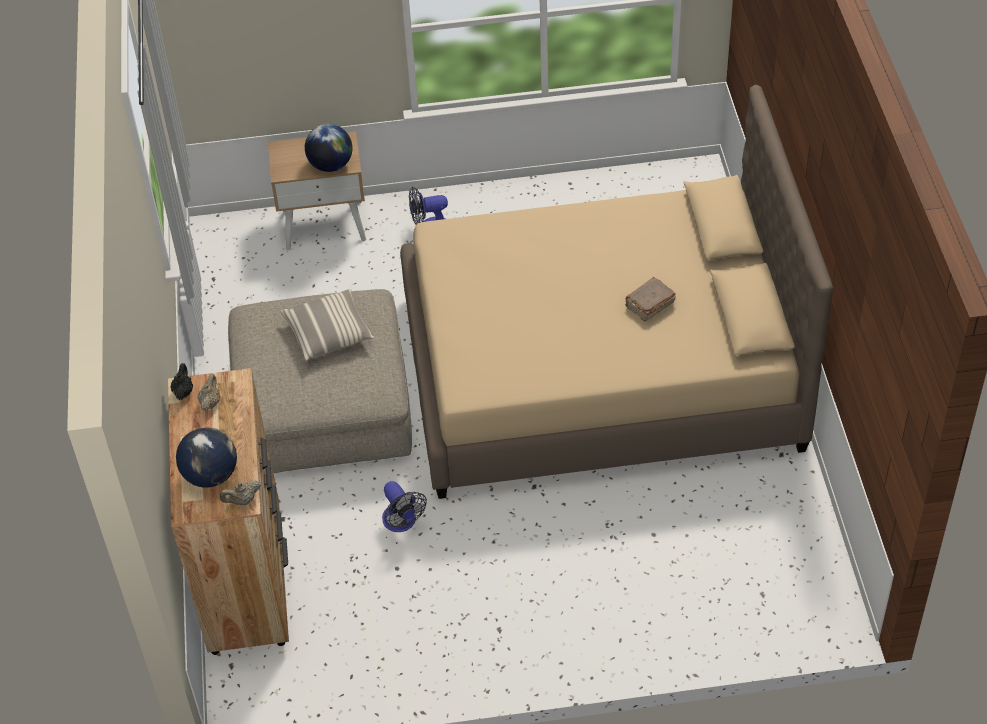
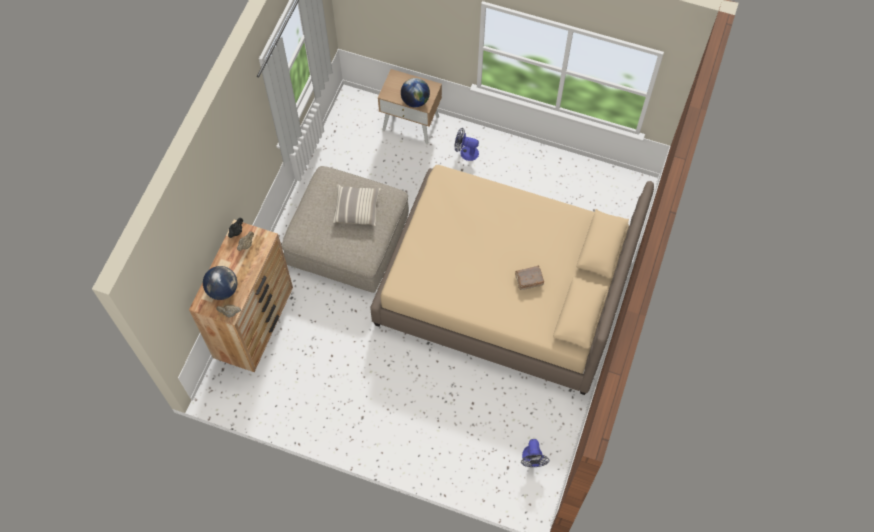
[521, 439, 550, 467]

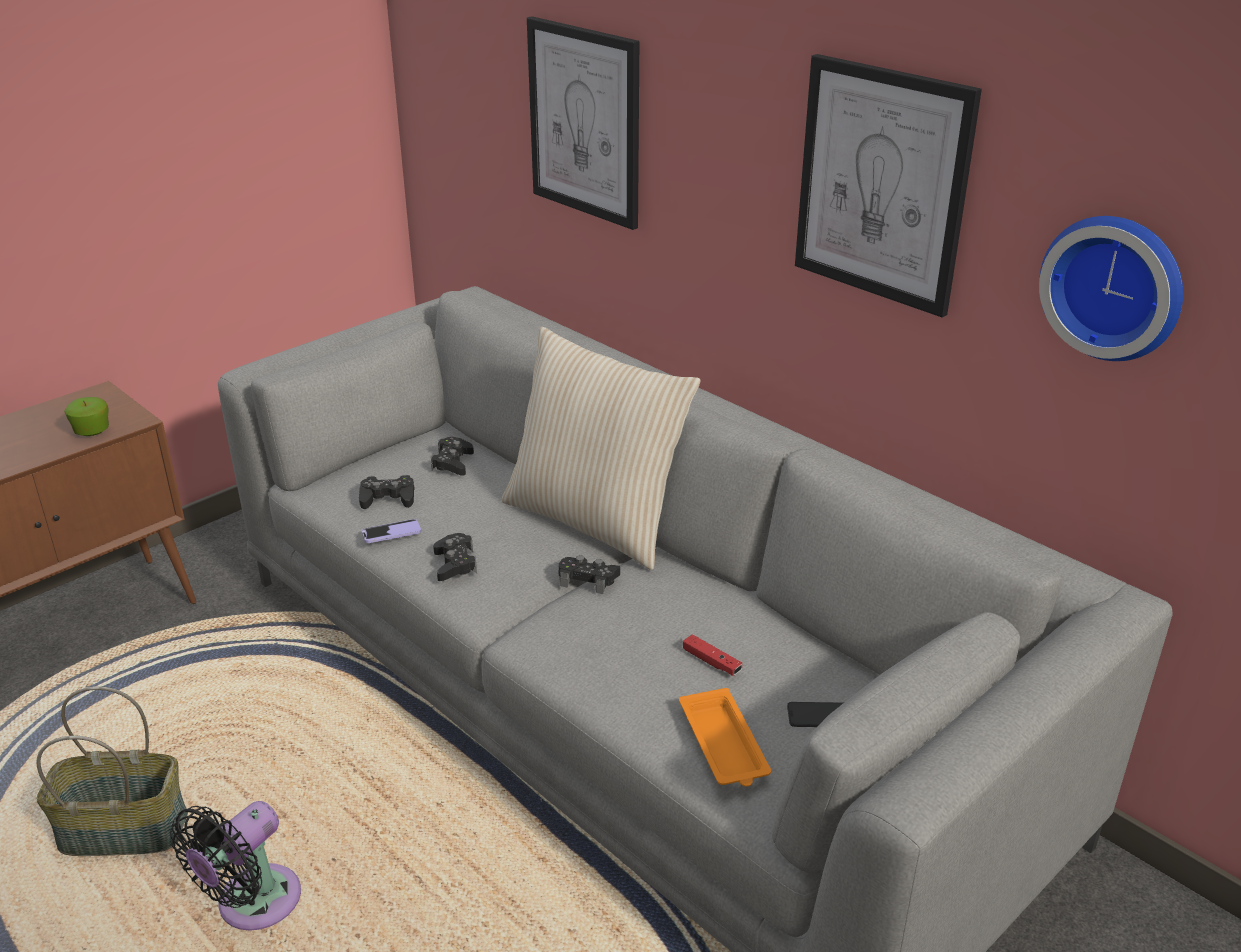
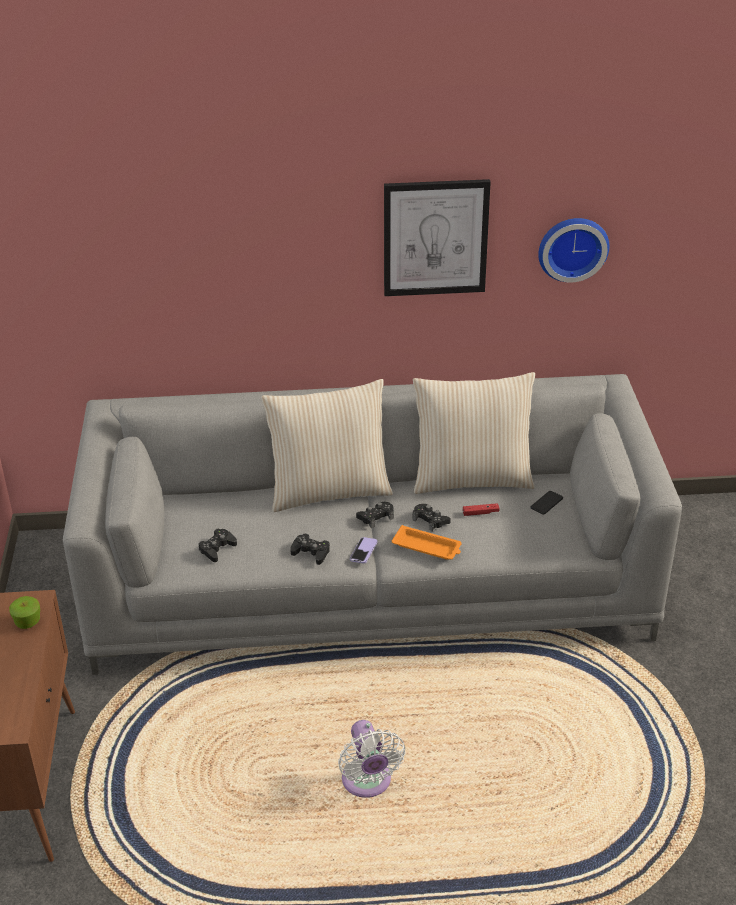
[36, 686, 188, 856] (first image)
[527, 16, 639, 230] (first image)
[413, 372, 535, 494]
[350, 537, 377, 563]
[412, 504, 451, 532]
[392, 525, 462, 560]
[338, 720, 406, 798]

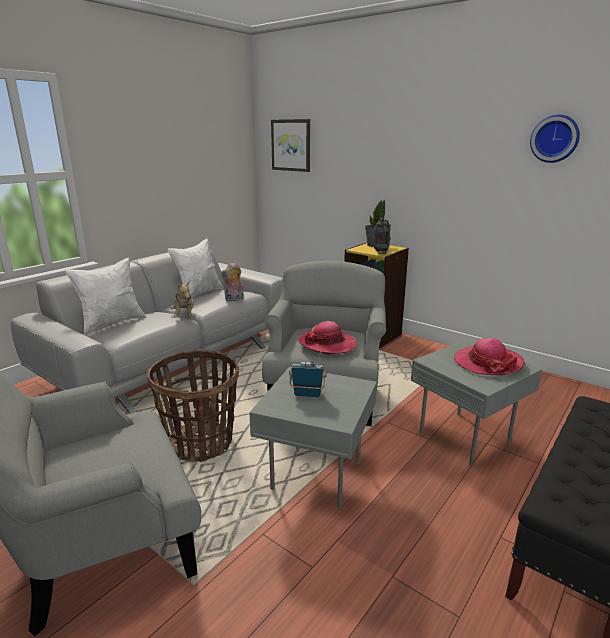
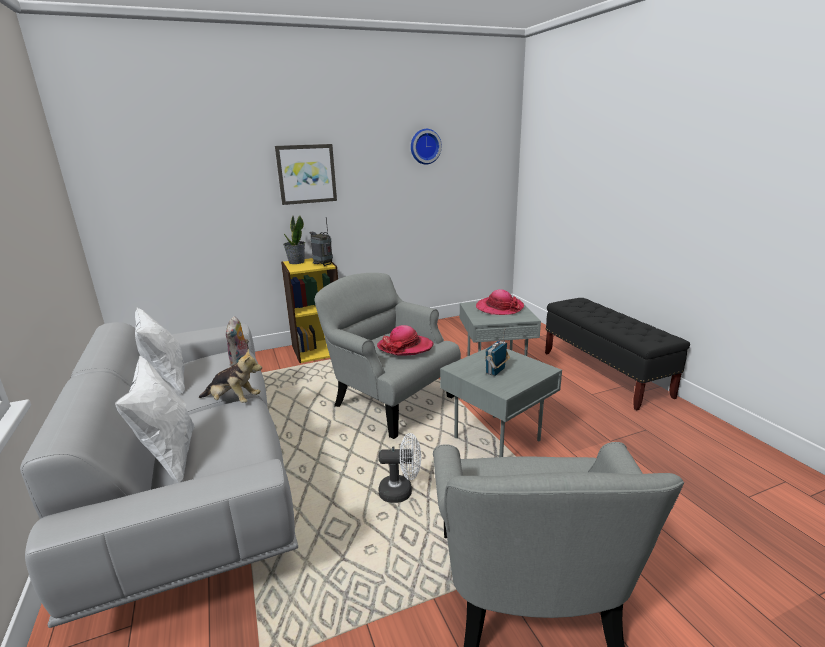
[275, 144, 337, 205]
[379, 433, 421, 503]

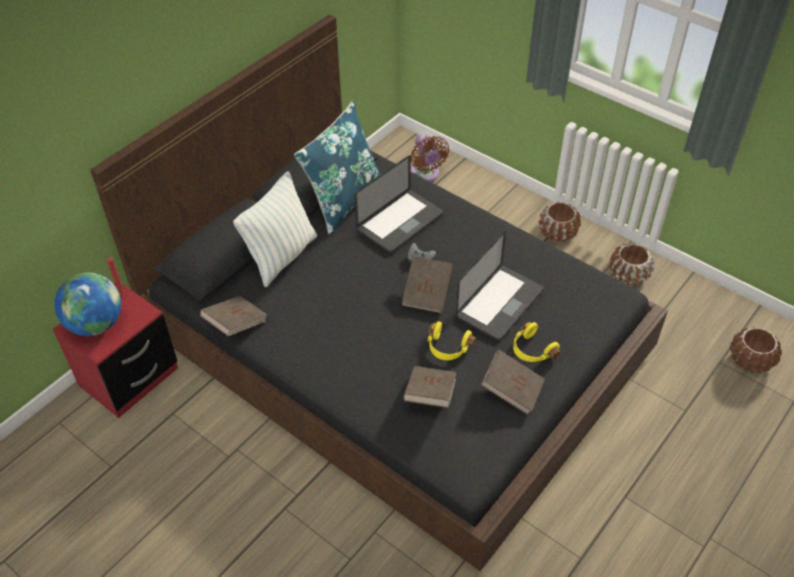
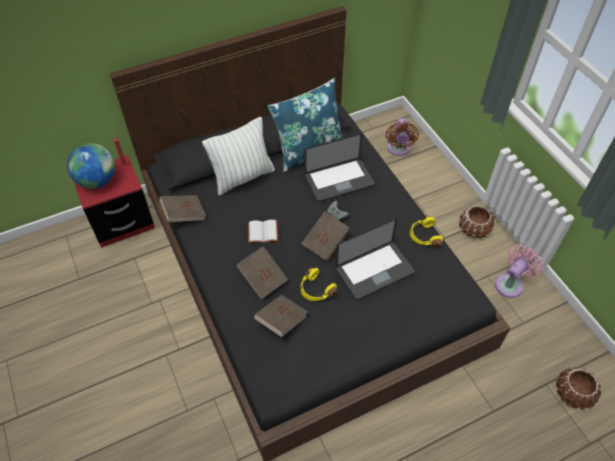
[248, 220, 278, 243]
[236, 246, 288, 299]
[410, 216, 443, 248]
[495, 244, 543, 298]

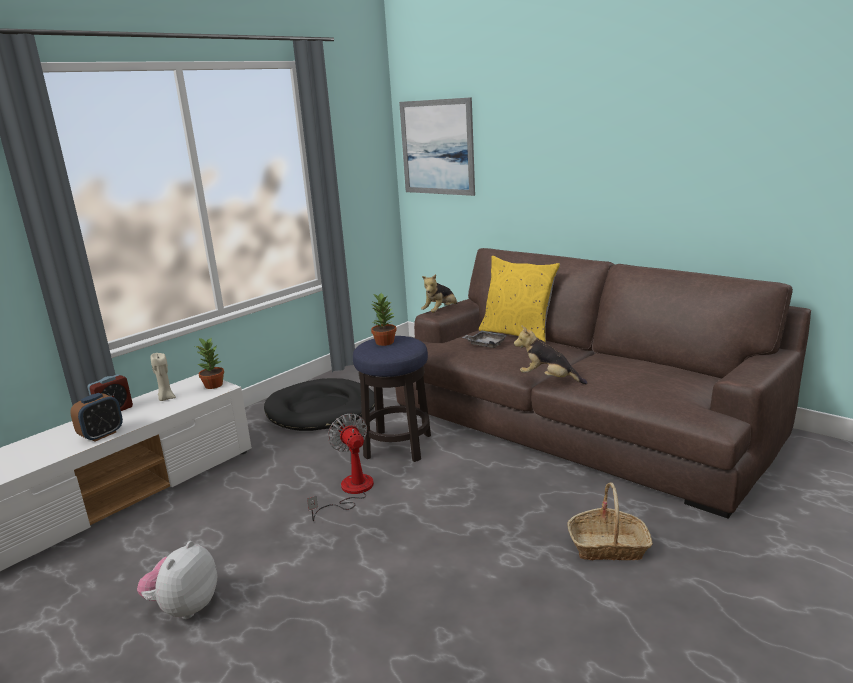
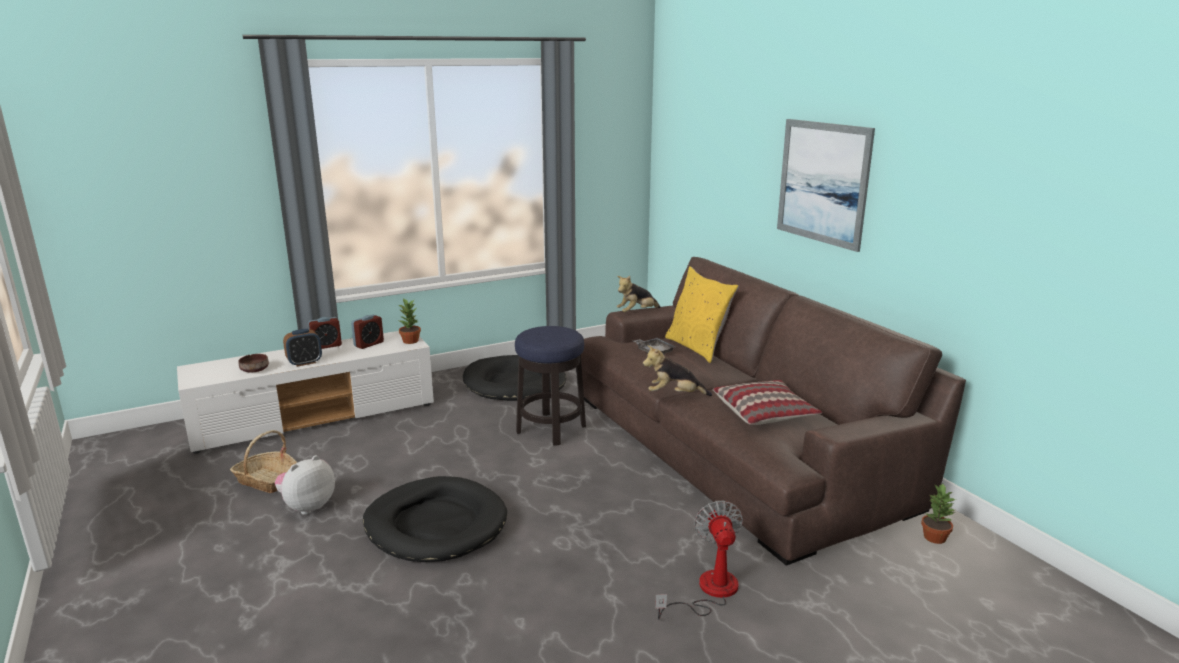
[238, 354, 269, 373]
[363, 476, 507, 562]
[712, 380, 822, 425]
[655, 500, 743, 619]
[921, 484, 957, 544]
[777, 119, 875, 252]
[230, 430, 297, 493]
[351, 315, 384, 349]
[643, 345, 712, 396]

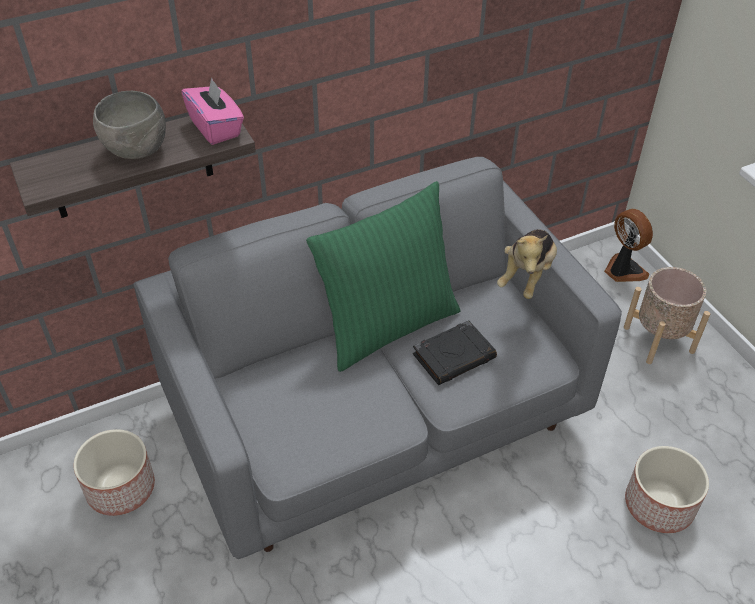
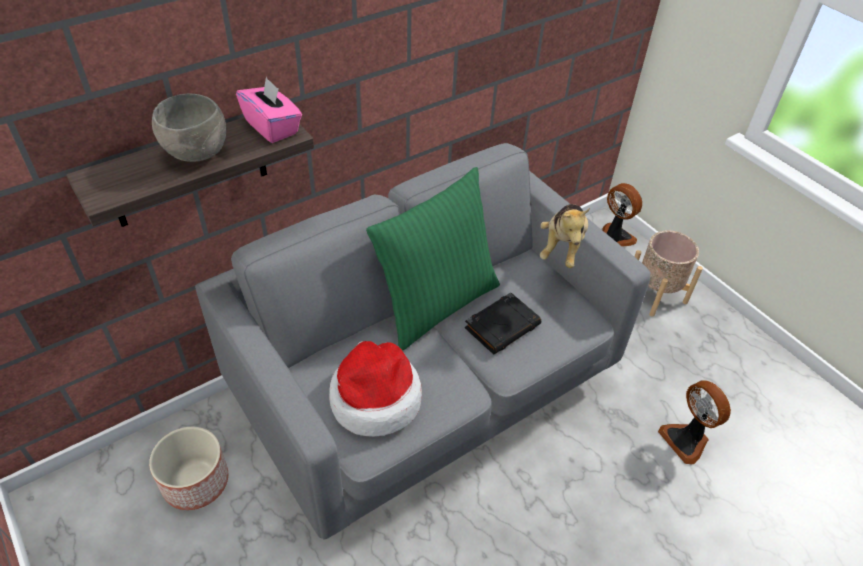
[329, 341, 422, 437]
[658, 380, 731, 464]

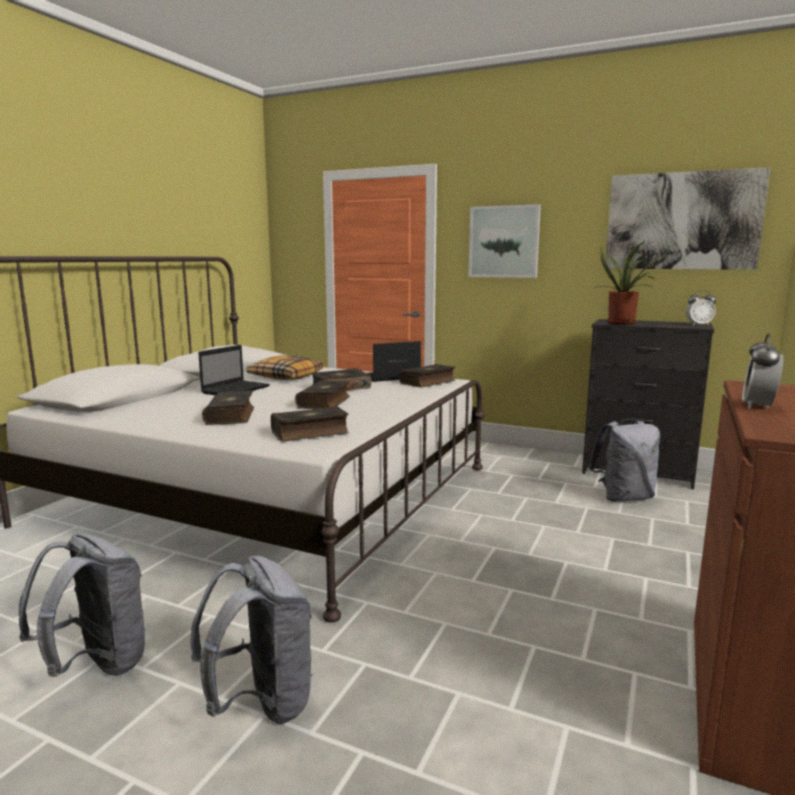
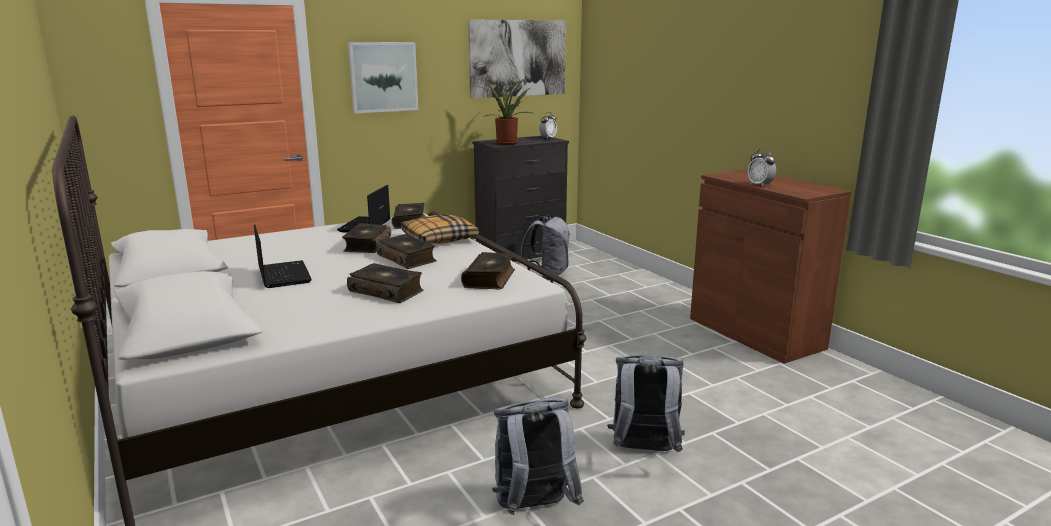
[401, 214, 479, 244]

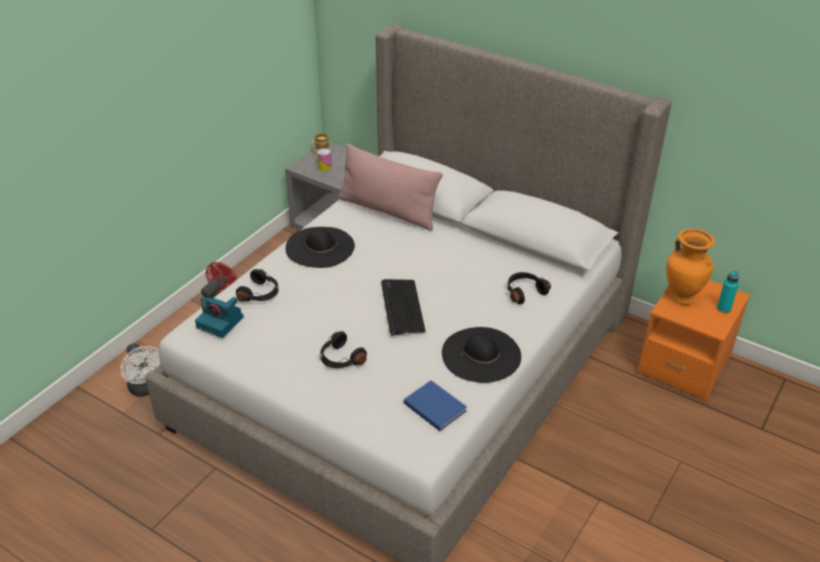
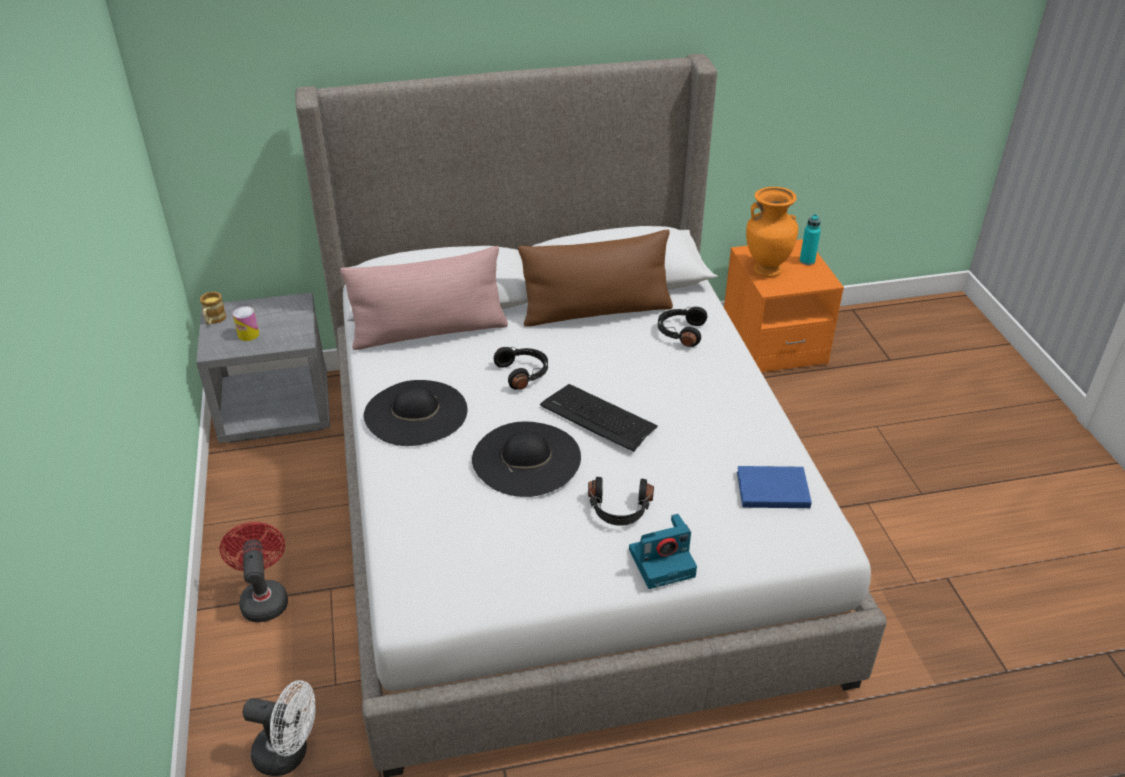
[518, 229, 673, 327]
[629, 514, 697, 589]
[494, 347, 548, 389]
[472, 422, 581, 497]

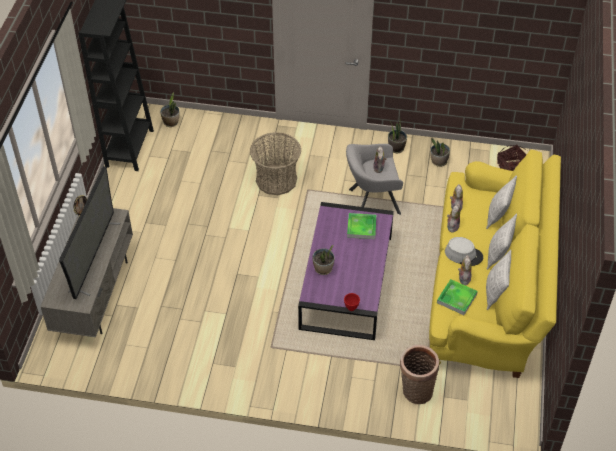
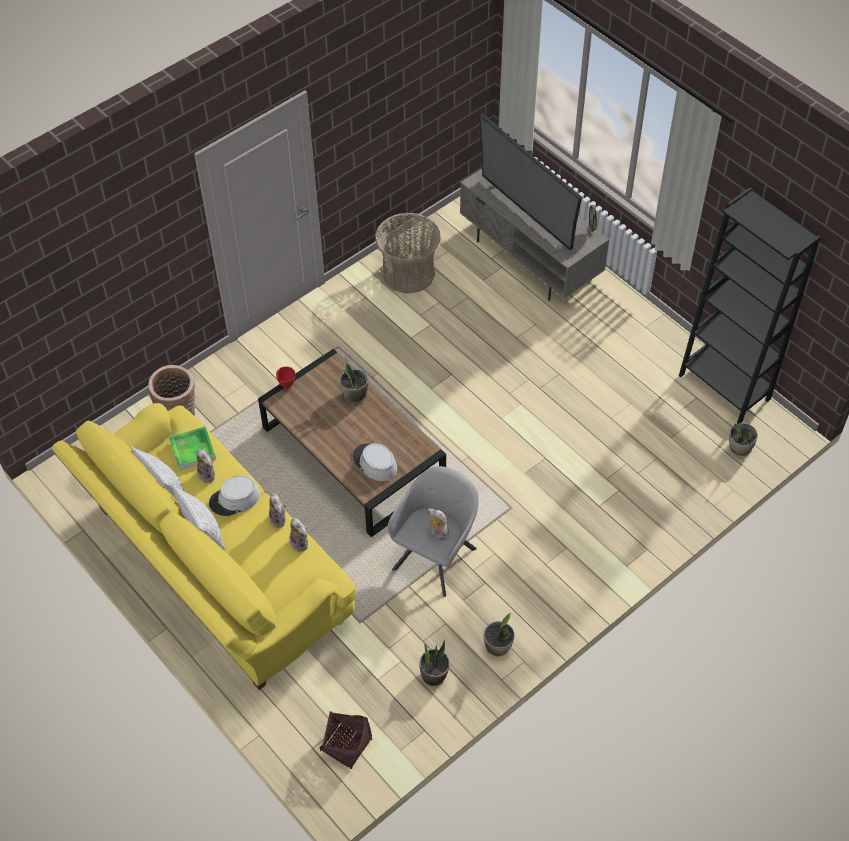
[486, 175, 517, 229] (first image)
[375, 213, 441, 294]
[353, 443, 397, 481]
[258, 349, 446, 537]

